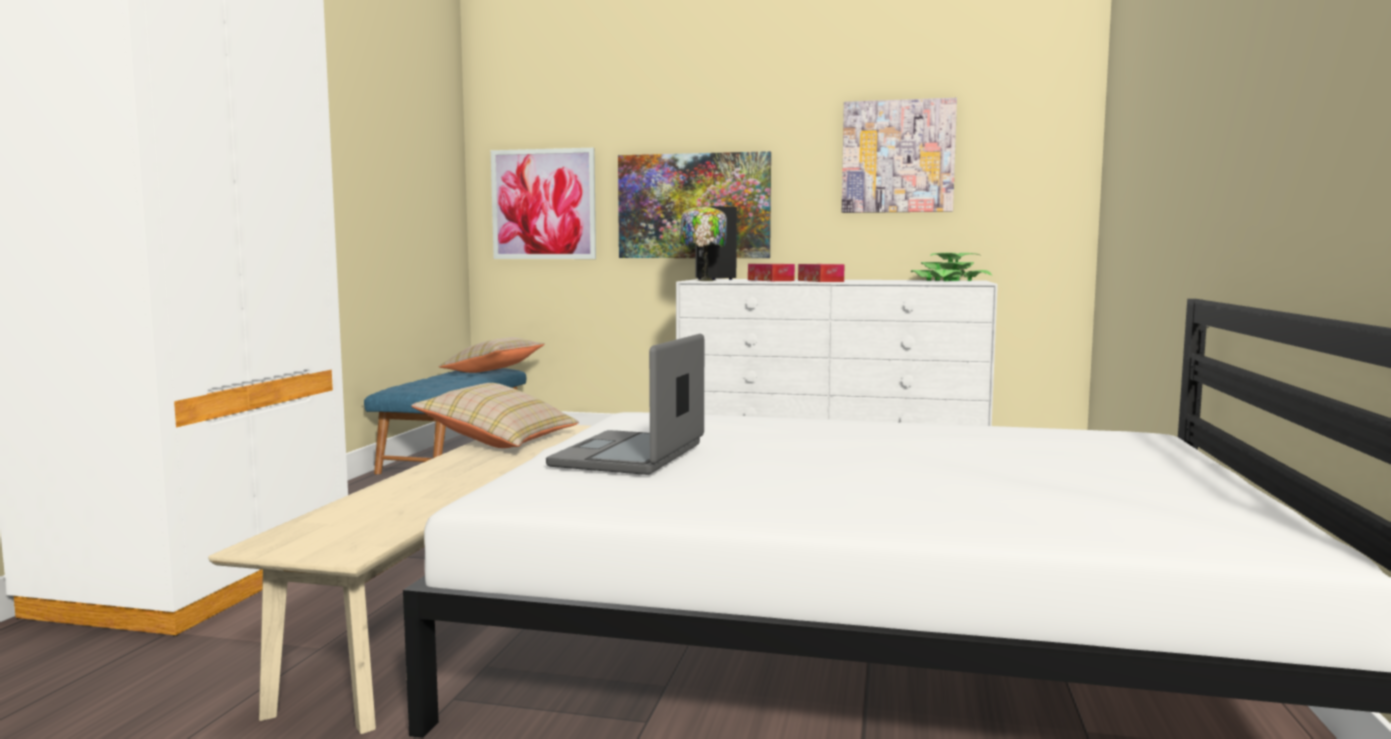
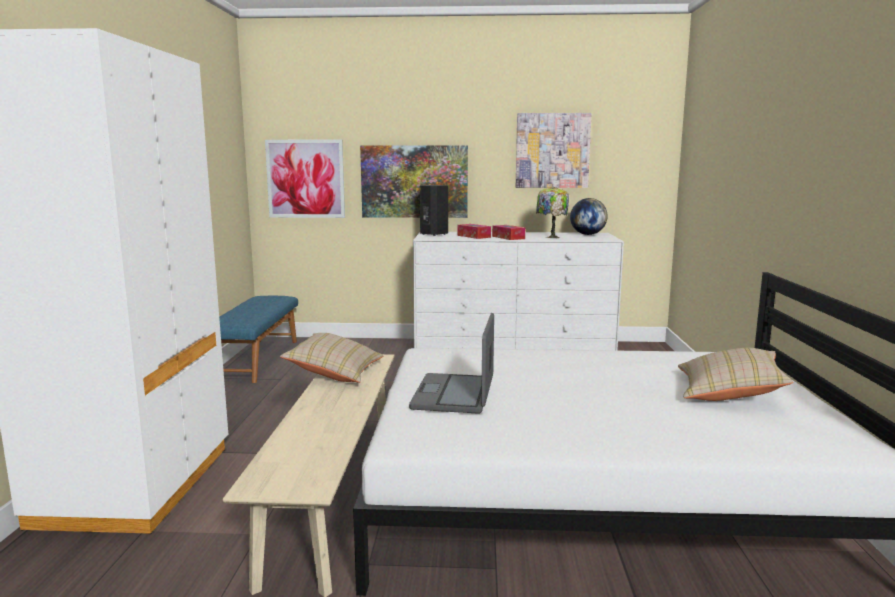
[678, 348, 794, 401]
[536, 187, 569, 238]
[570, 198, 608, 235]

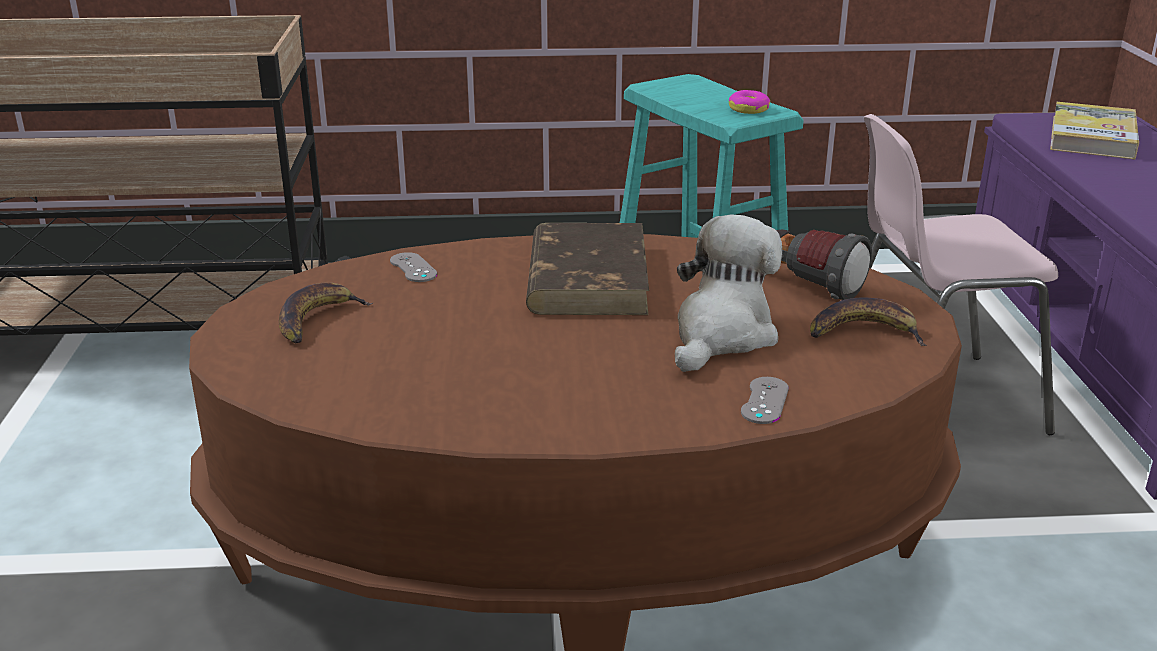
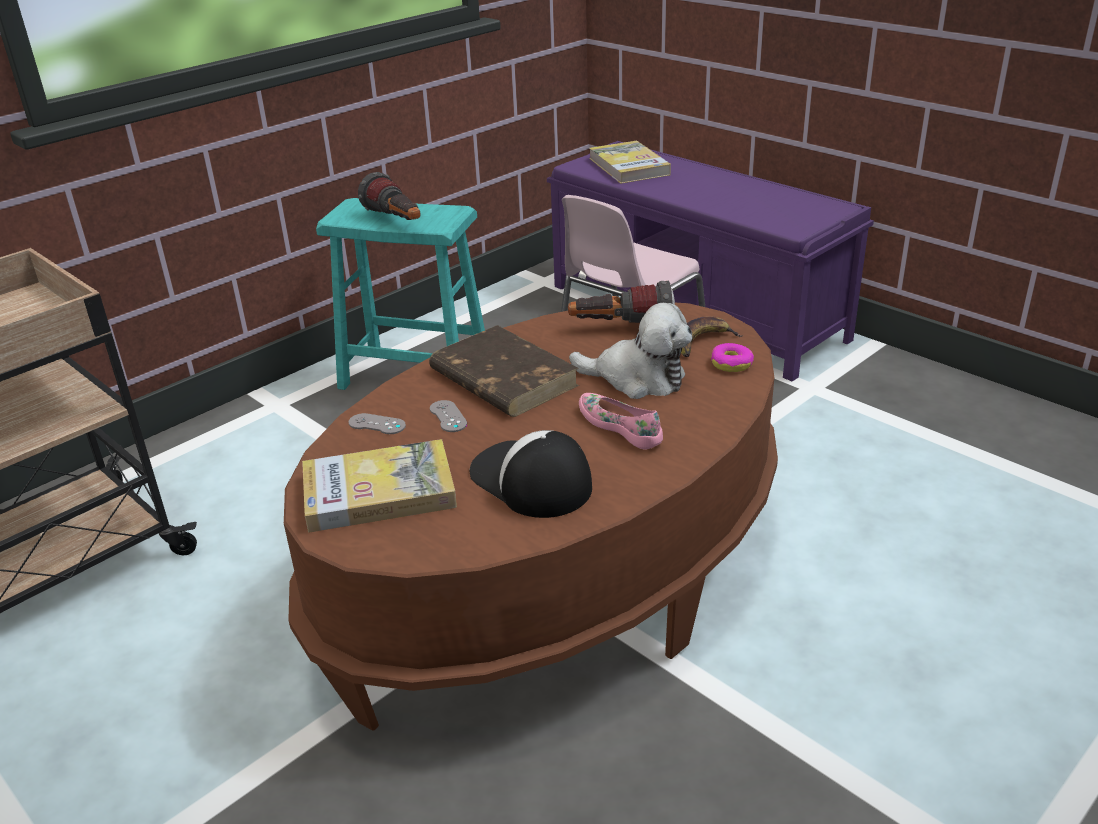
[358, 172, 420, 220]
[470, 430, 592, 518]
[579, 393, 663, 450]
[711, 343, 754, 372]
[430, 400, 467, 432]
[302, 439, 457, 533]
[569, 303, 692, 399]

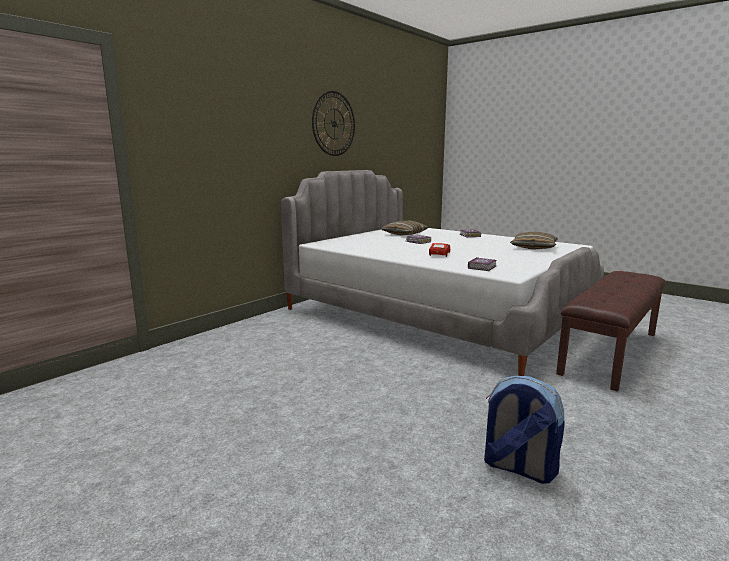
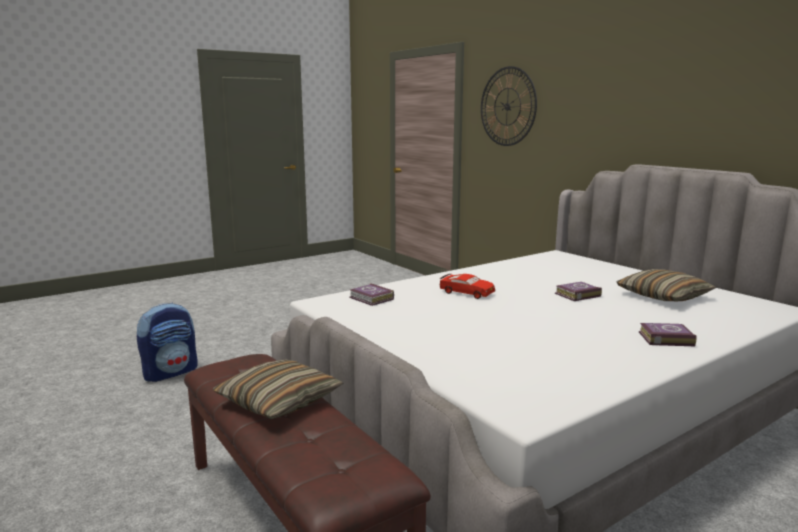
[481, 66, 537, 146]
[213, 360, 343, 419]

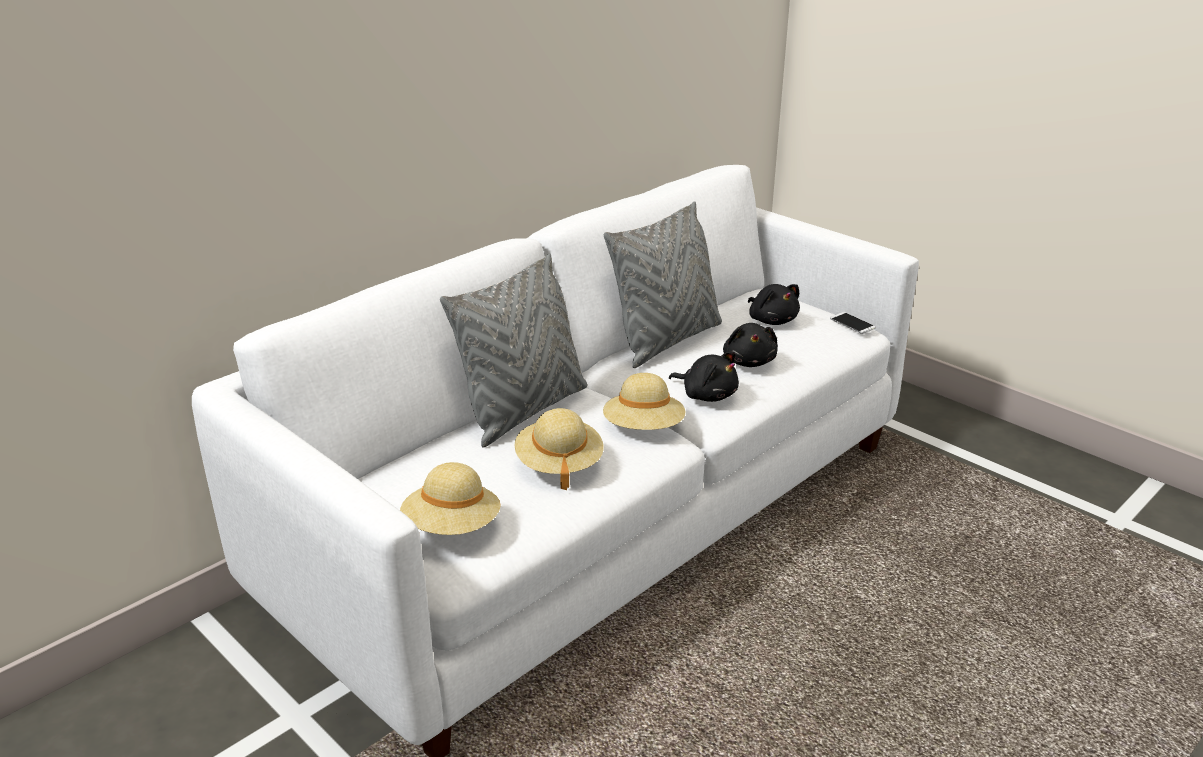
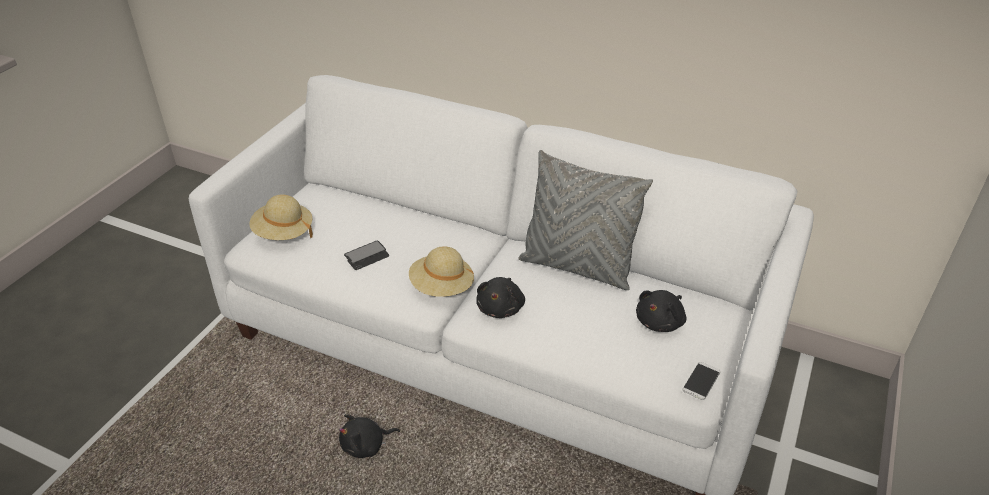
[440, 254, 587, 447] (first image)
[339, 414, 400, 458]
[344, 241, 389, 270]

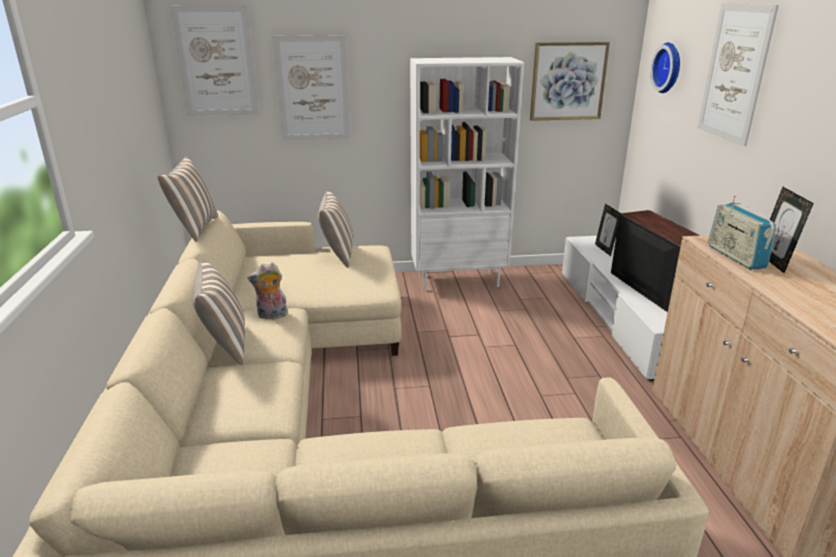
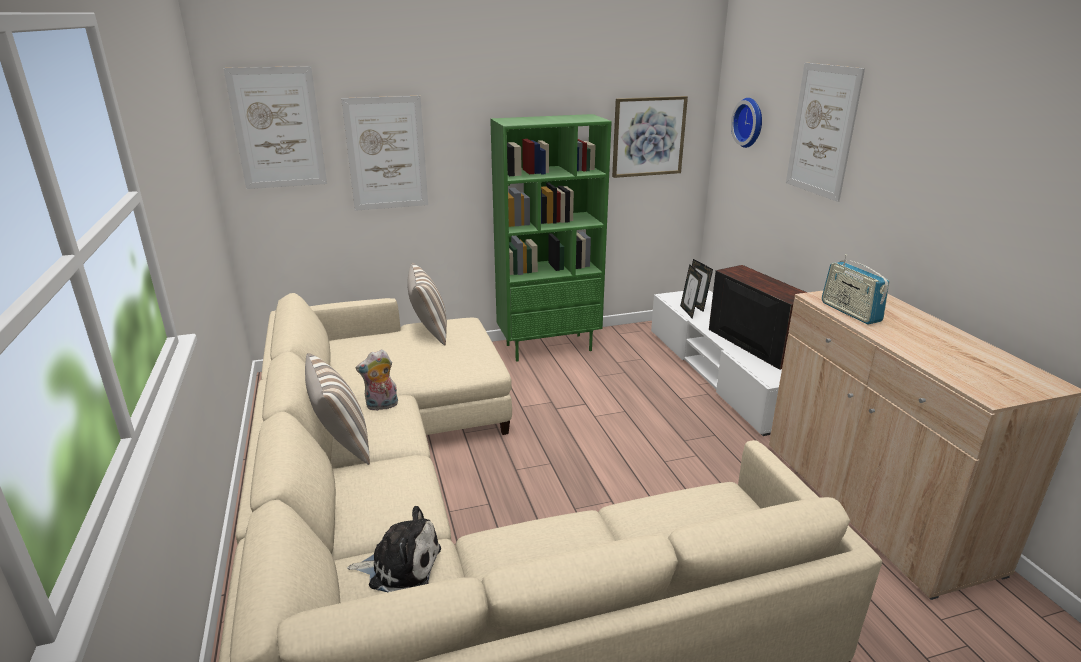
[158, 156, 218, 241] (first image)
[347, 506, 441, 592]
[680, 264, 702, 319]
[490, 114, 612, 362]

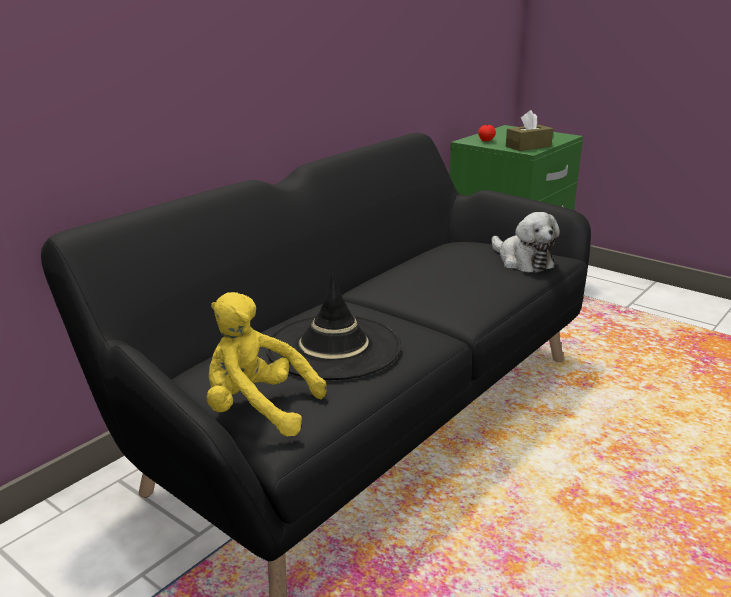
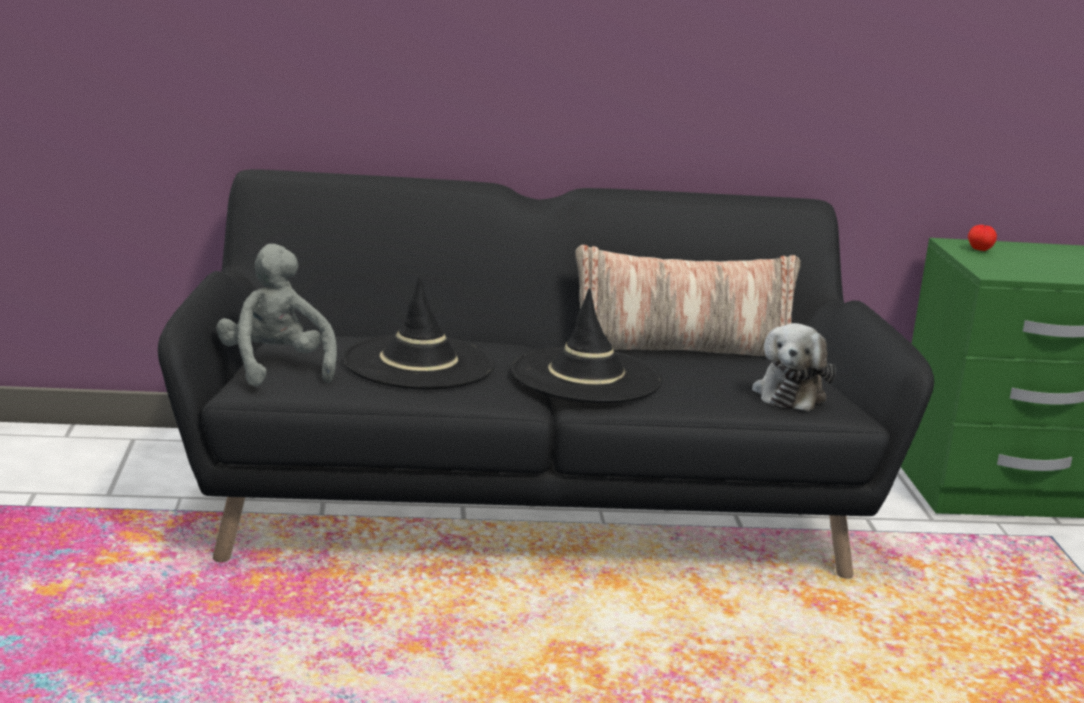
[506, 110, 553, 151] (first image)
[511, 288, 663, 403]
[575, 245, 800, 356]
[216, 244, 337, 387]

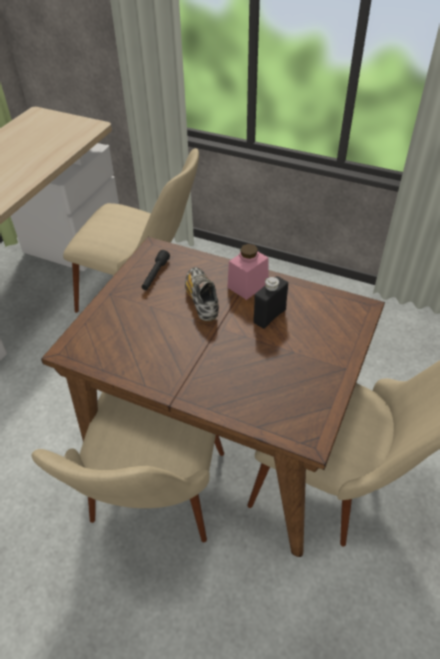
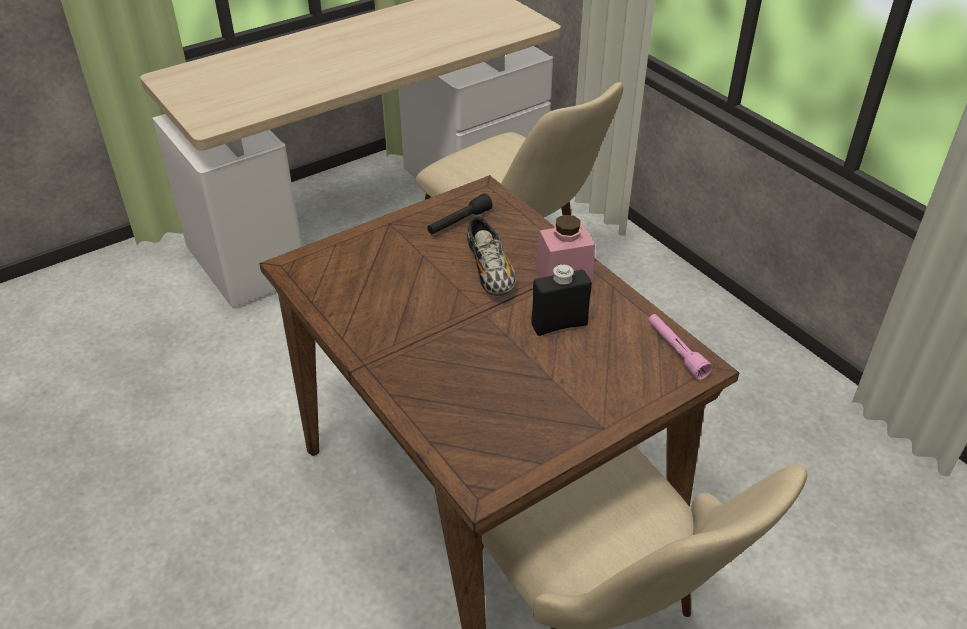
[32, 392, 224, 542] (first image)
[648, 314, 713, 380]
[467, 215, 516, 296]

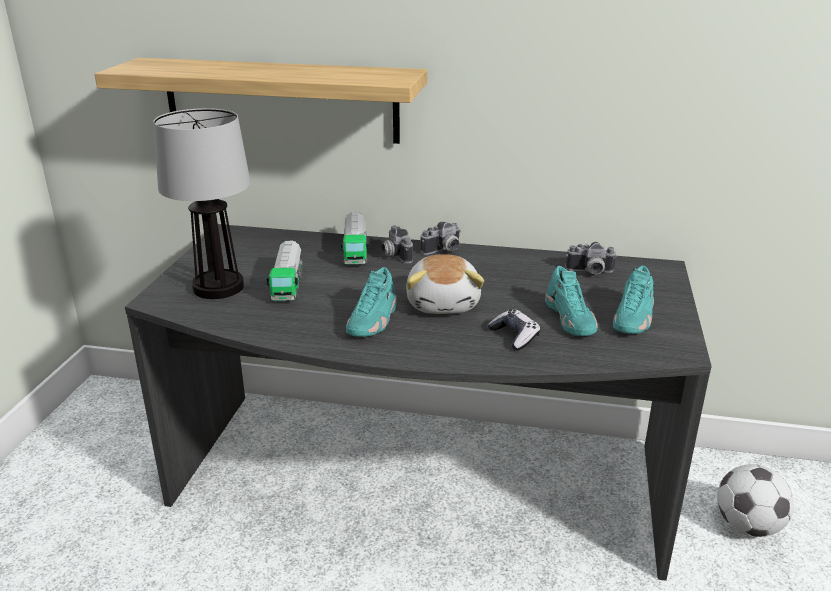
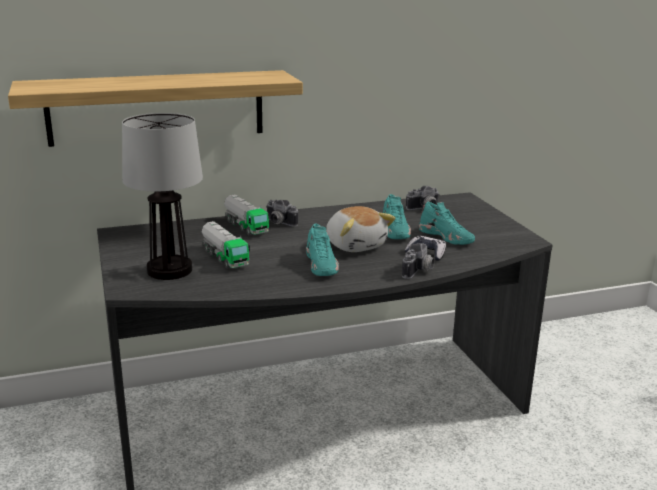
[717, 464, 794, 537] (first image)
[402, 243, 435, 279]
[383, 194, 411, 239]

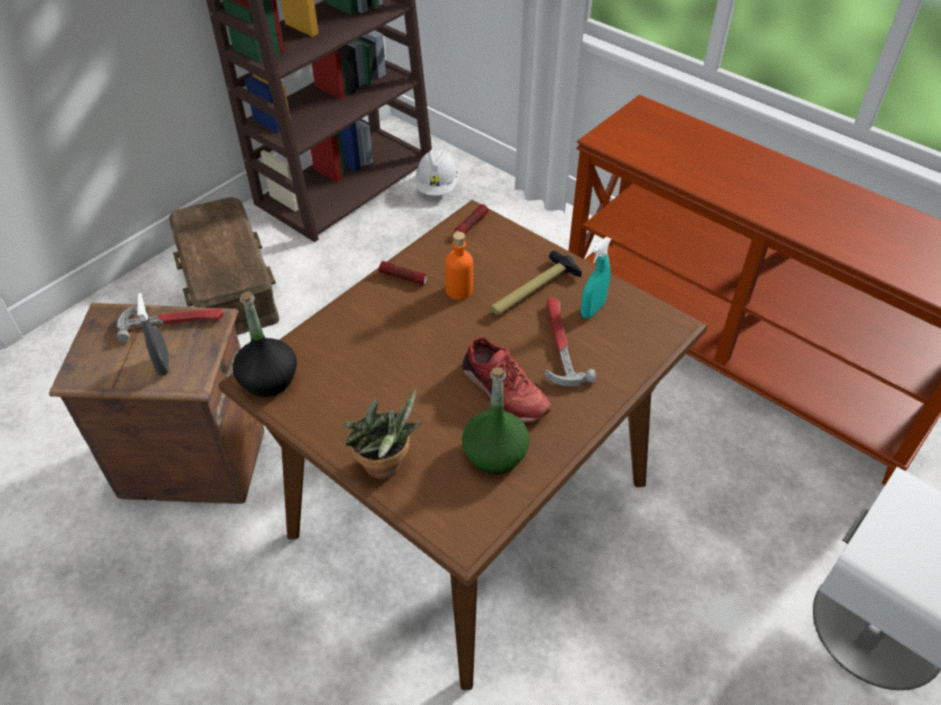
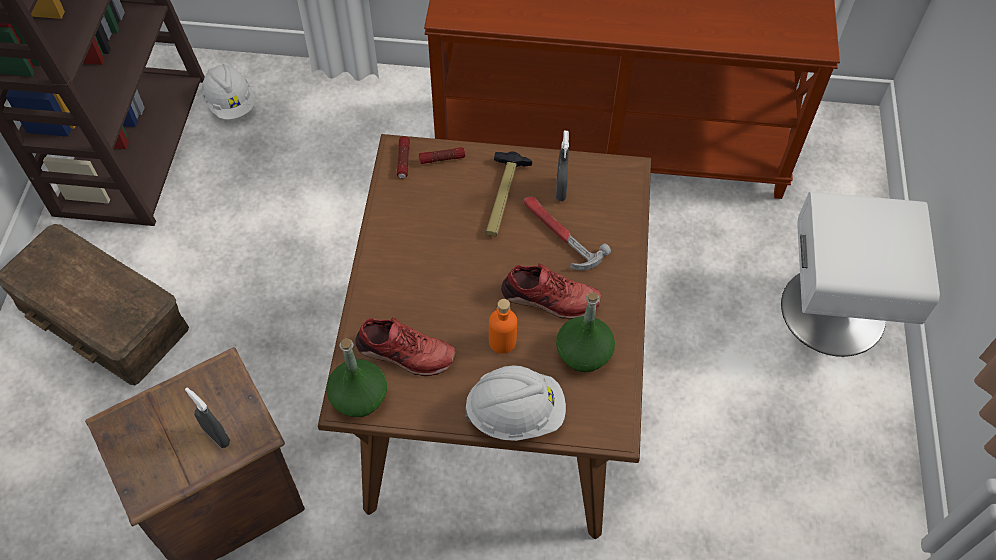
[117, 305, 224, 342] (first image)
[355, 317, 456, 376]
[419, 147, 465, 164]
[489, 299, 517, 354]
[465, 365, 566, 441]
[326, 338, 387, 417]
[556, 131, 569, 201]

